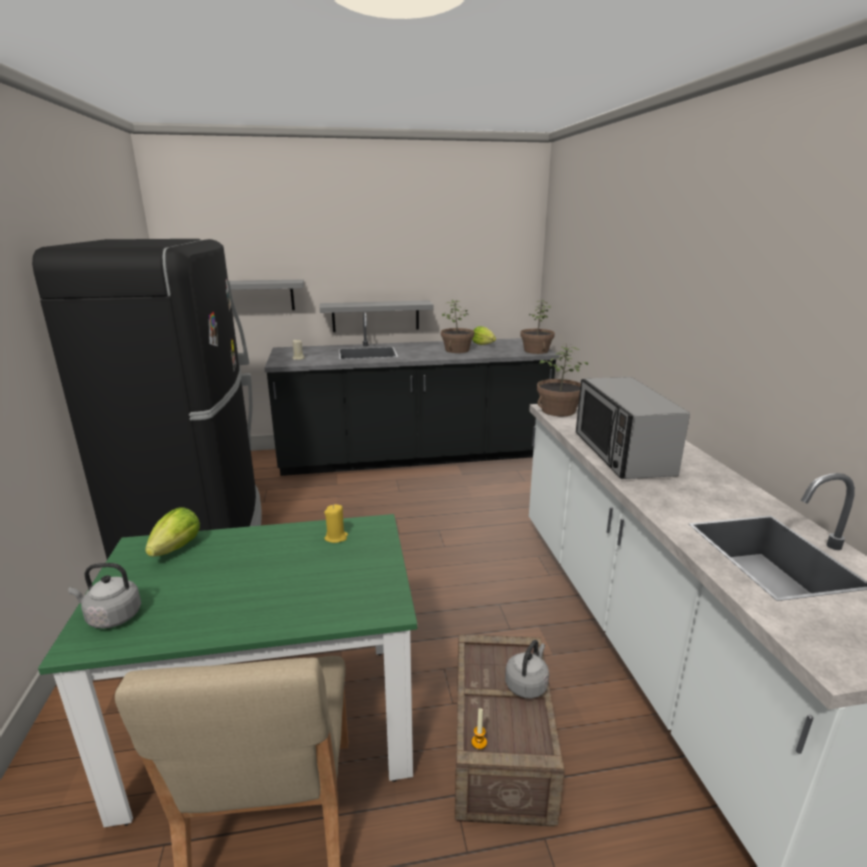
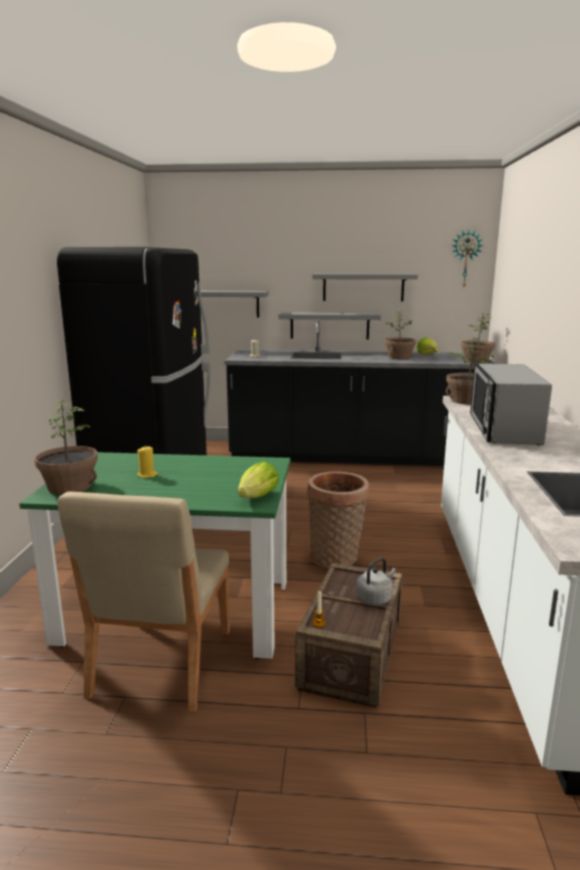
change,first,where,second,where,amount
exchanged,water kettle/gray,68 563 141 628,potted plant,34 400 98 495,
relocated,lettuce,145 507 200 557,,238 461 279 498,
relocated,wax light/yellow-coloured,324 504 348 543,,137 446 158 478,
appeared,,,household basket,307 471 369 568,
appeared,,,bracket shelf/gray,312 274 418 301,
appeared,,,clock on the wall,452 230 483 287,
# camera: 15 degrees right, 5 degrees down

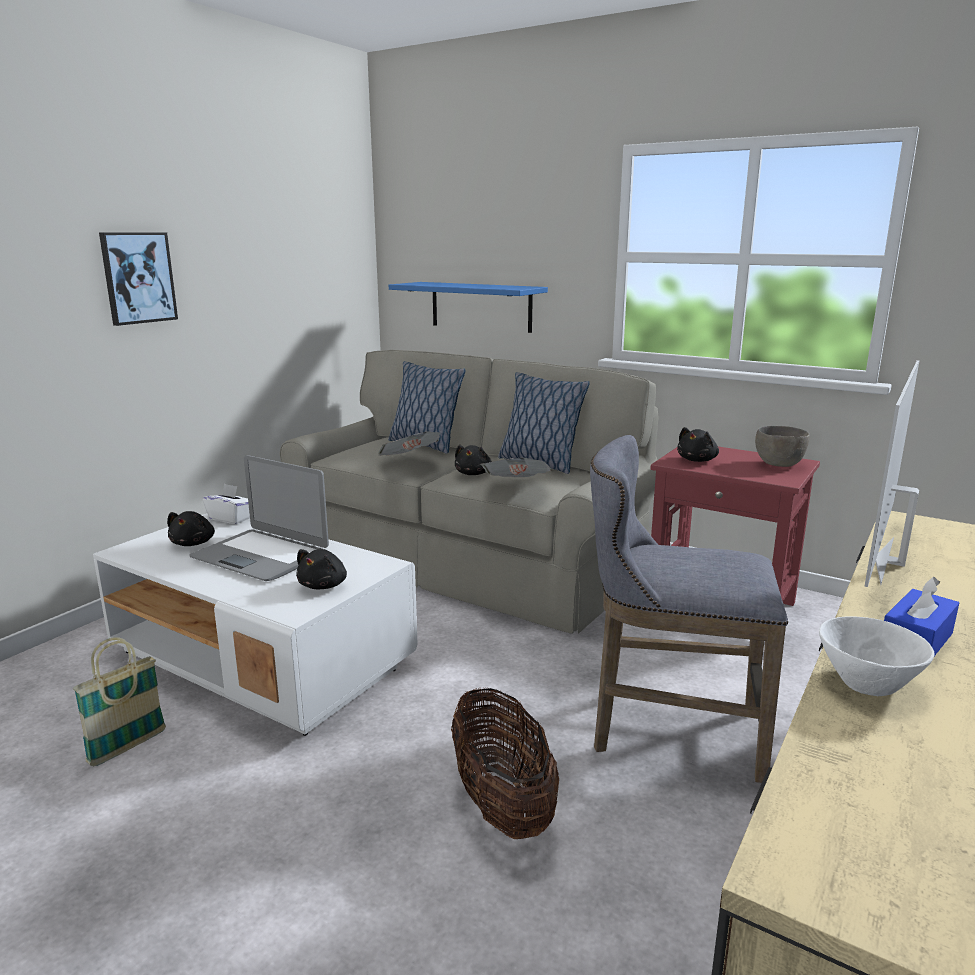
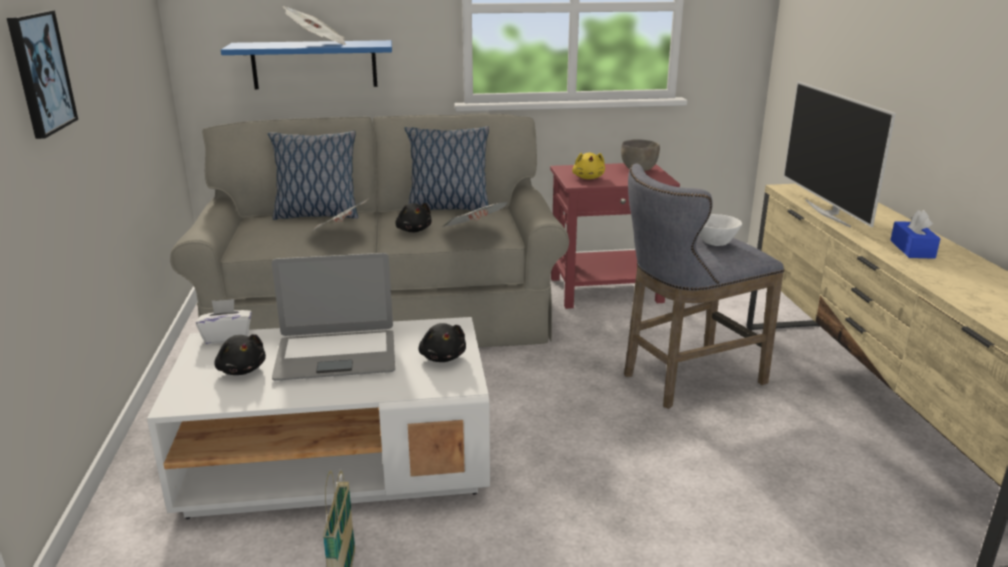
change,first,where,second,where,amount
missing,household basket,451 688 559 839,,,
colour,plush toy/black-coloured,677 427 719 462,plush toy/yellow-coloured,572 153 605 179,
relocated,deep dish/whitish,819 616 934 696,,699 214 742 246,
appeared,,,printed paper,282 6 346 45,
# camera: 40 degrees left, 5 degrees up

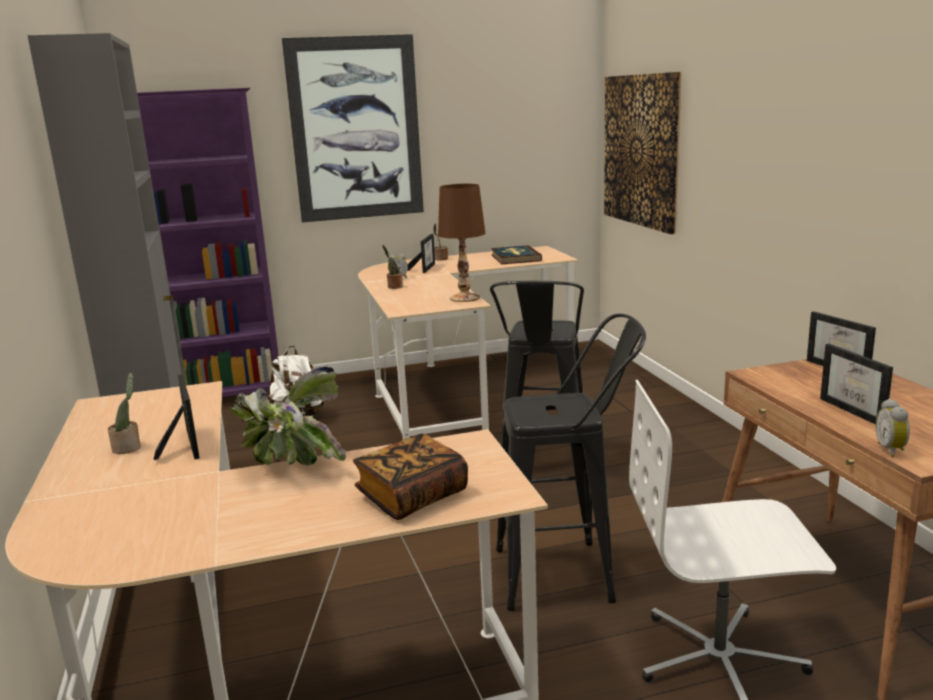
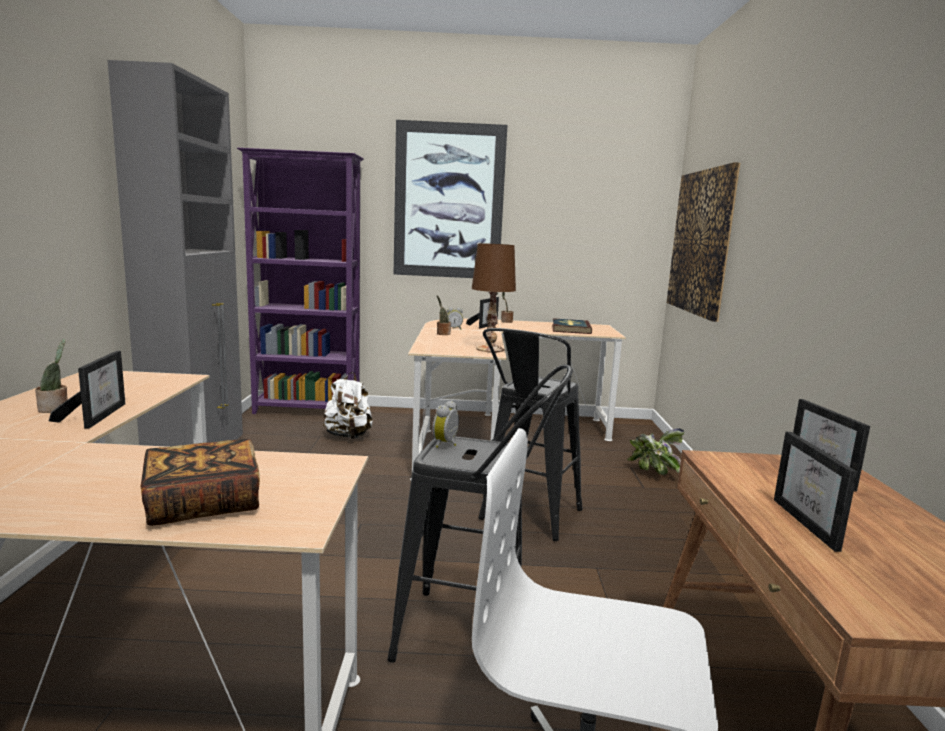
change,first,where,second,where,amount
relocated,potted plant,229 366 346 465,,627 428 685 475,
relocated,alarm clock,875 398 910 457,,433 401 459 448,
# camera: 15 degrees right, 5 degrees down

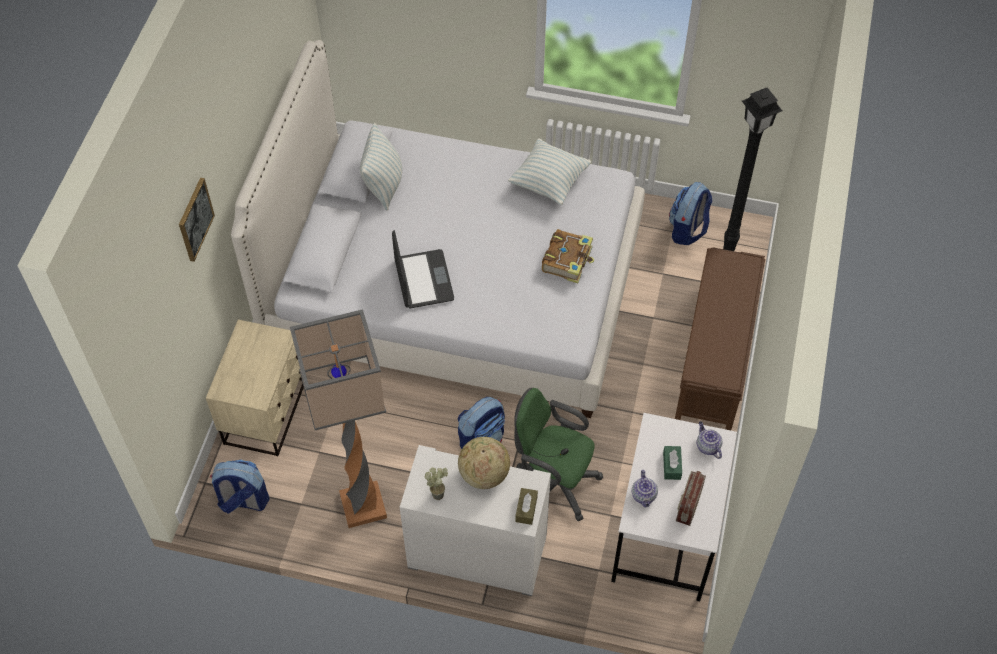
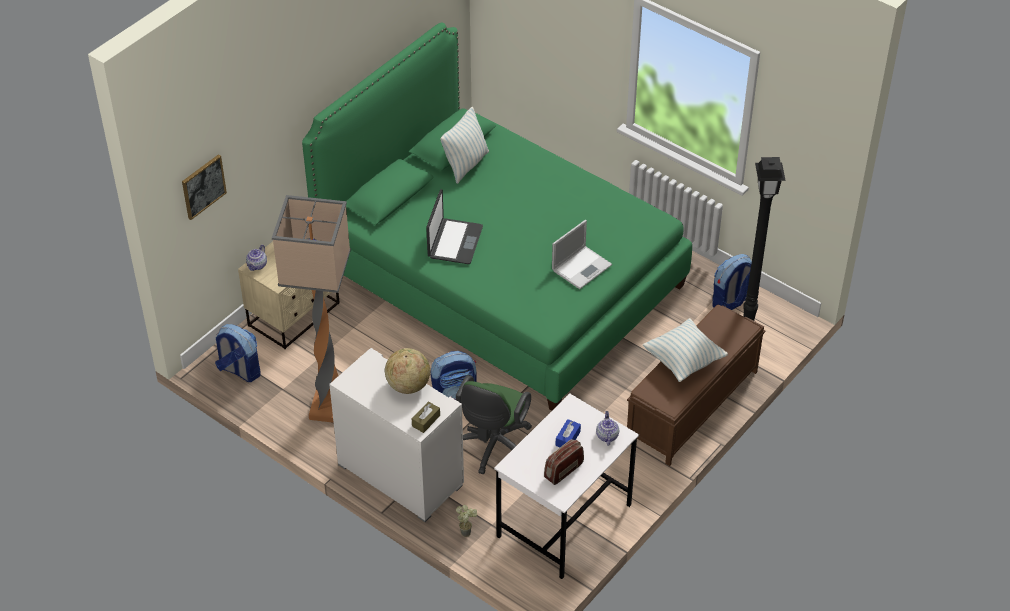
change,first,where,second,where,amount
relocated,wall art,179 178 215 262,,182 154 227 220,
colour,bedroom bed/whitish,231 40 645 418,bedroom bed/green,302 22 692 411,
relocated,potted plant,424 467 448 500,,456 505 477 537,
relocated,throw pillow,508 138 591 205,,643 318 728 382,
spun,office chair/green,514 388 603 521,,456 375 532 474,120 degrees counterclockwise
exchanged,bound book,542 229 594 283,portable computer,552 220 612 289,
relocated,tea pot,632 470 658 507,,246 245 267 271,
colour,tissue holder/green,663 446 682 480,tissue holder/blue,556 419 581 447,
# camera: 25 degrees right, 10 degrees down

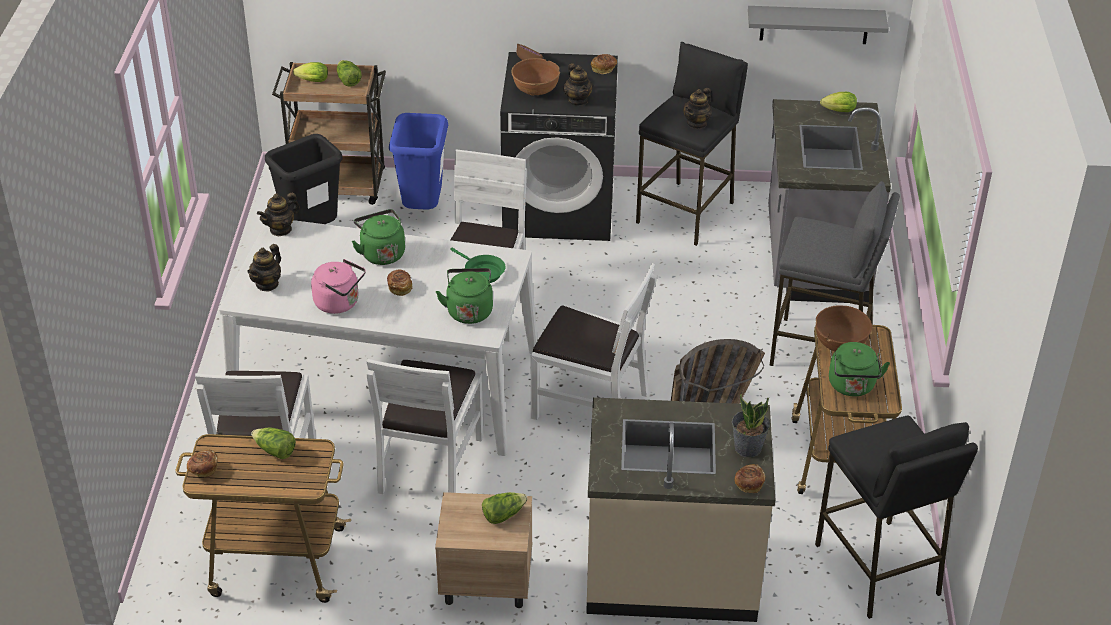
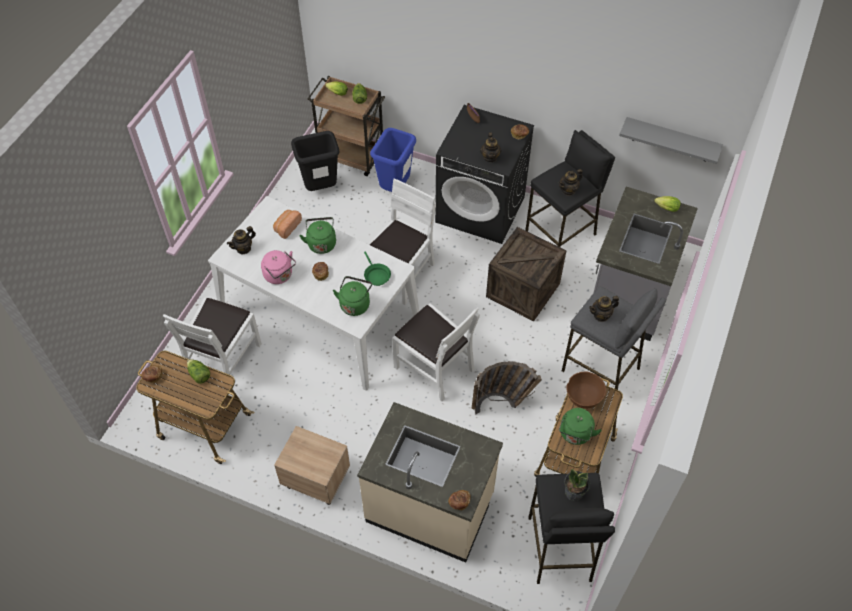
change,first,where,second,where,amount
relocated,tea pot,257 193 300 236,,589 296 619 322,
missing,plain chair/whitish,367 359 483 494,,,
missing,lettuce,482 492 528 524,,,
missing,deep dish/brownish,511 58 560 96,,,
relocated,potted plant,732 392 770 457,,564 469 590 501,
appeared,,,bakery bread,273 210 302 239,
appeared,,,shipping crate,486 227 567 321,
# camera: 20 degrees right, 15 degrees up

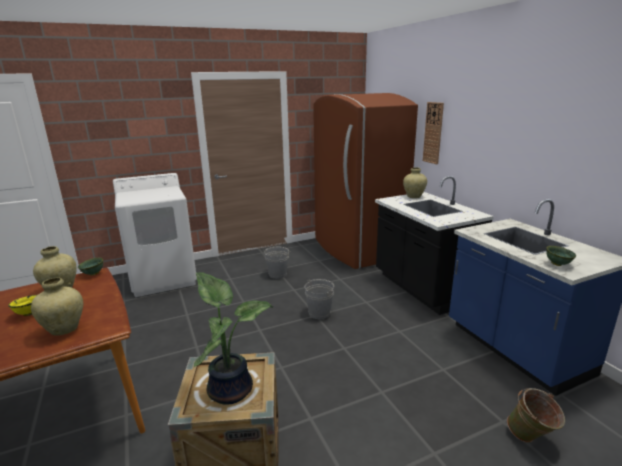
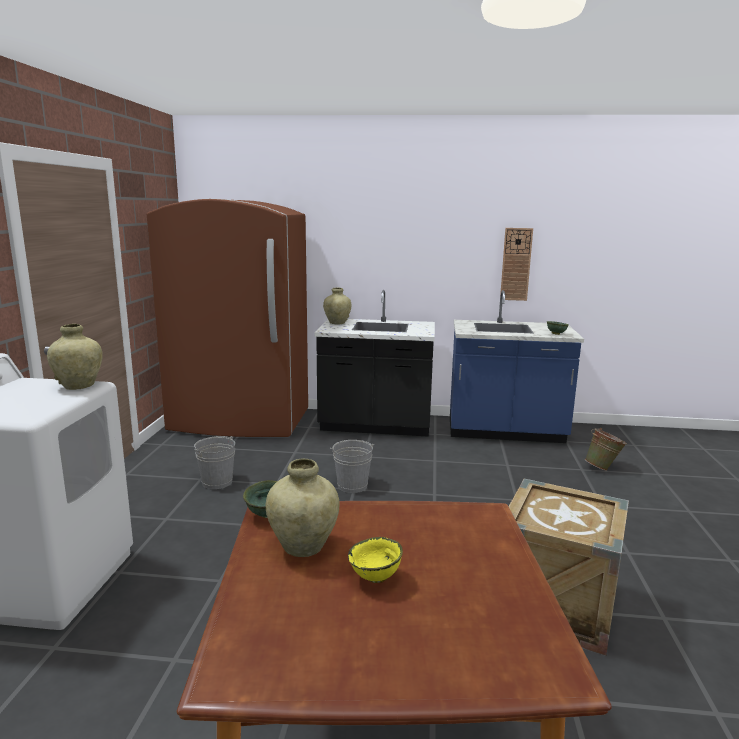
change,first,where,second,where,amount
relocated,flower vase/sand-coloured,31 277 83 336,,47 324 103 390,
missing,potted plant,194 272 273 405,,,
relocated,clock on the wall,423 102 444 164,,500 228 533 301,
# camera: 60 degrees left, 5 degrees down

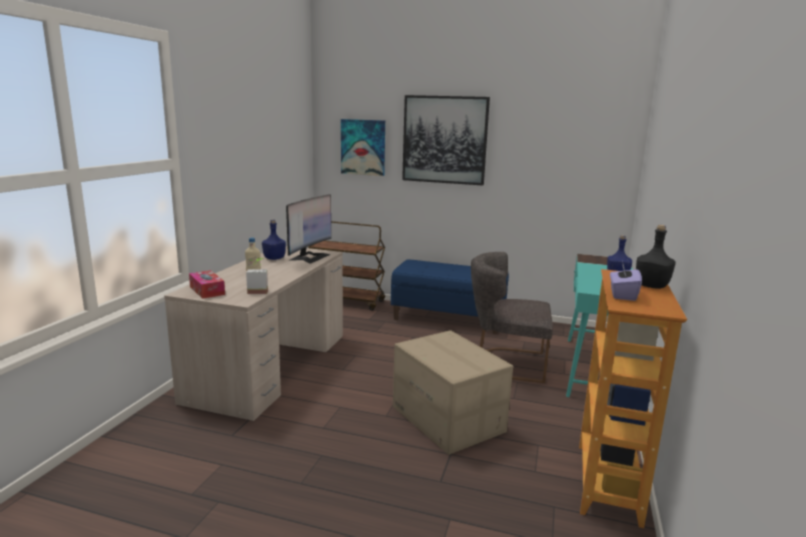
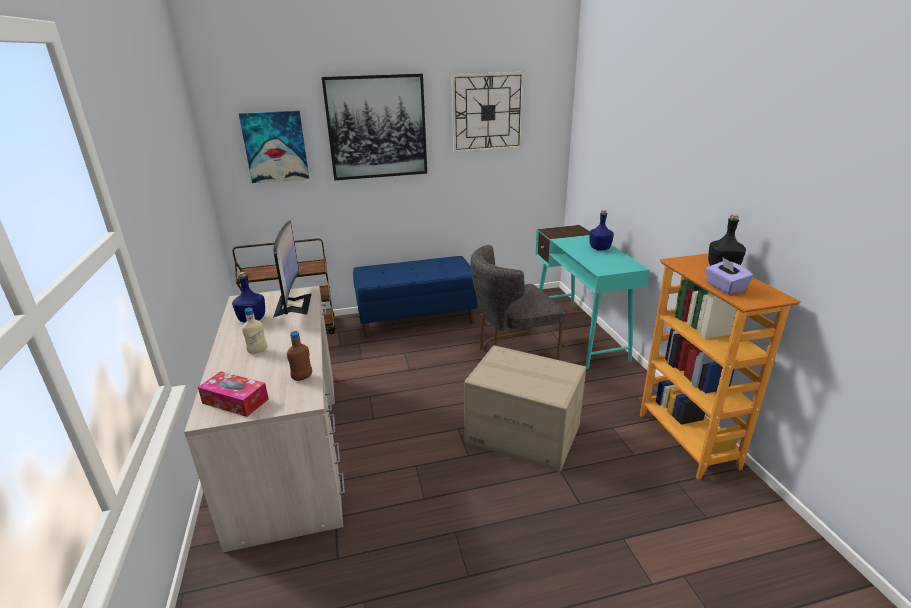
change,first,where,second,where,amount
exchanged,potted plant,246 258 268 294,beverage bottle/brownish,287 331 312 381,
appeared,,,clock on the wall,451 72 525 153,
# camera: 30 degrees left, 10 degrees up

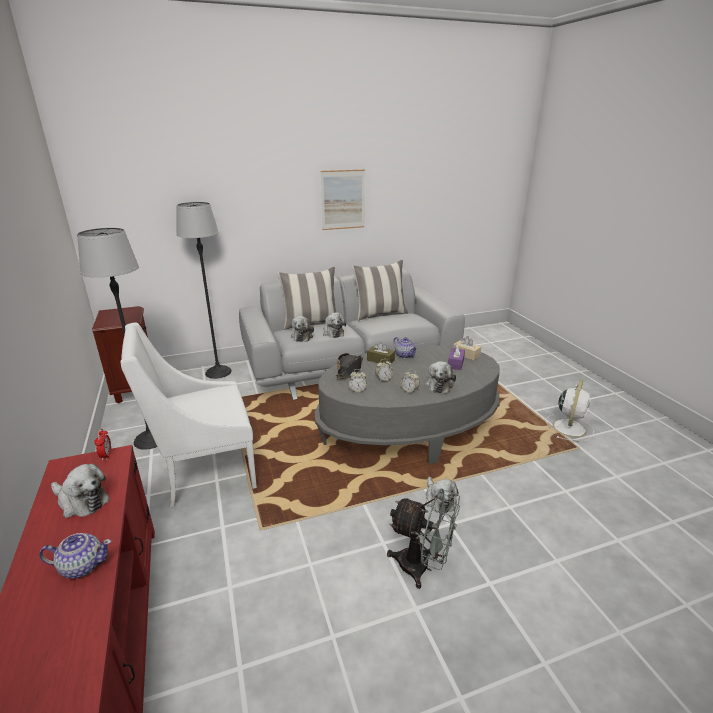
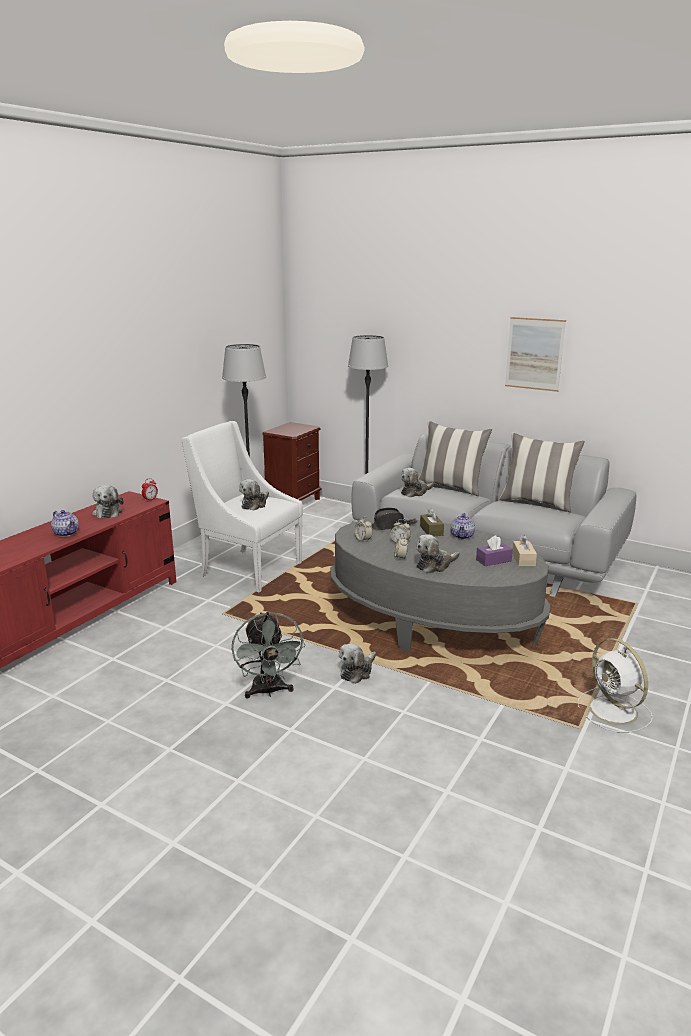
change,first,where,second,where,amount
relocated,plush toy,323 313 346 338,,239 479 269 510,
spun,electric fan/whitish,546 380 594 442,,578 638 653 733,75 degrees clockwise
# camera: 50 degrees right, 5 degrees down

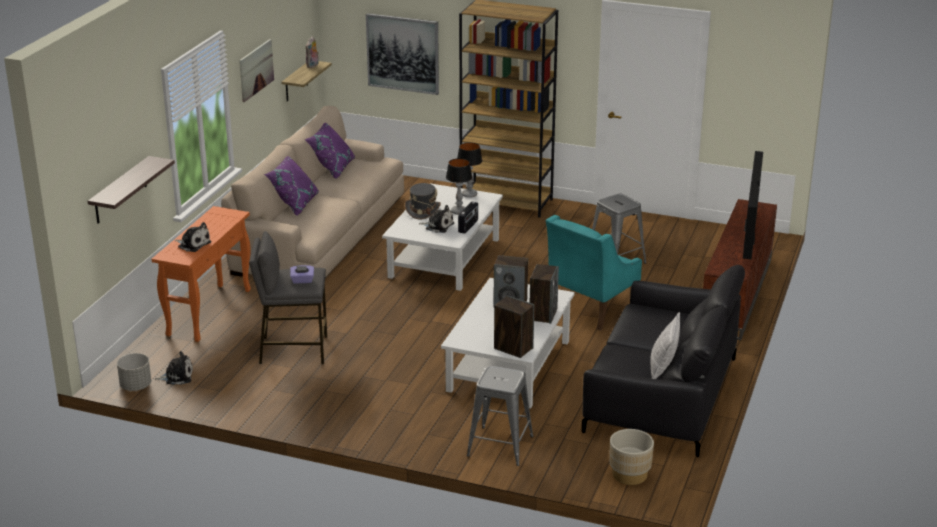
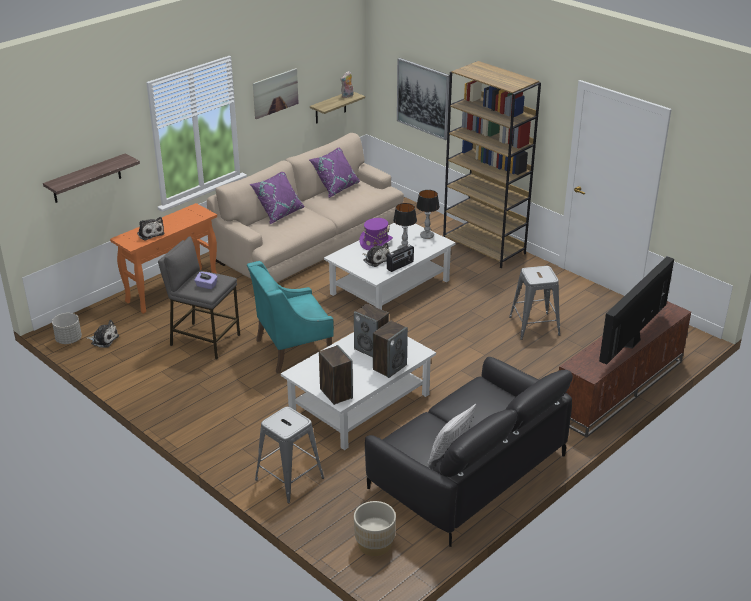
change,first,where,second,where,amount
colour,hat/gray,405 183 441 219,hat/purple-coloured,359 218 393 250,
relocated,armchair/turquoise,546 215 642 331,,247 261 334 374,
# camera: 25 degrees right, 5 degrees up

